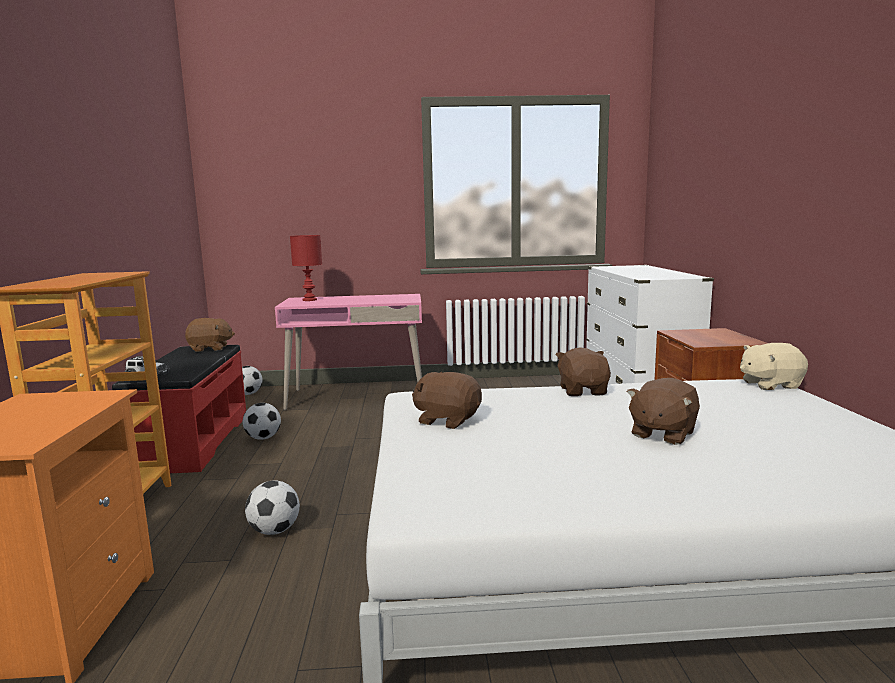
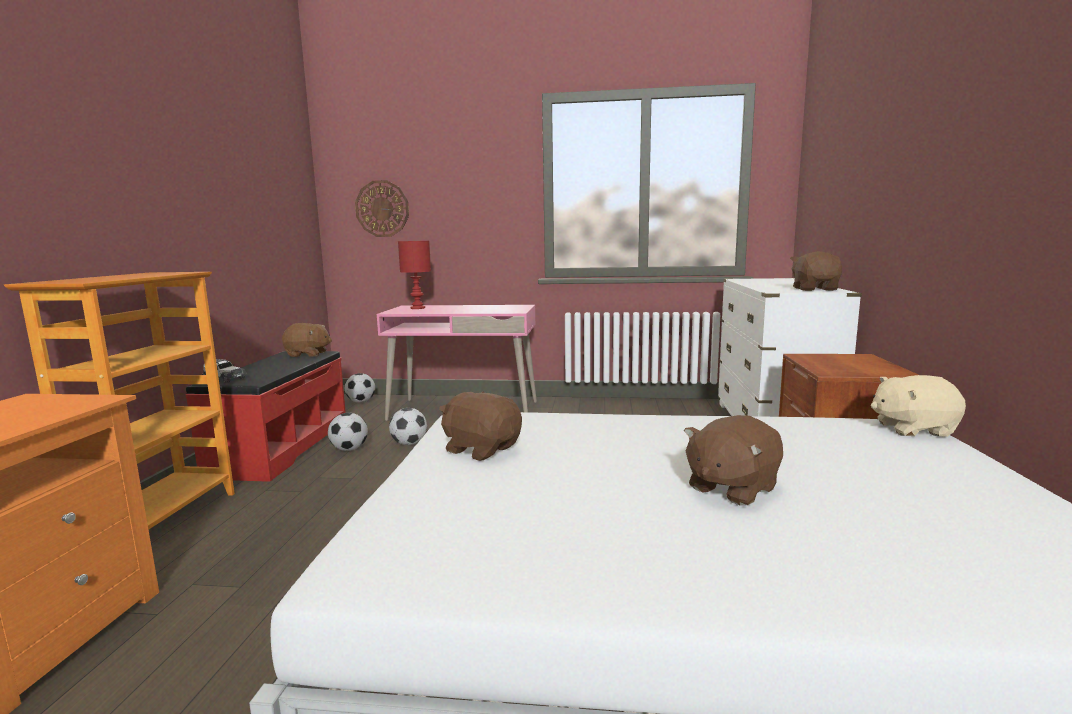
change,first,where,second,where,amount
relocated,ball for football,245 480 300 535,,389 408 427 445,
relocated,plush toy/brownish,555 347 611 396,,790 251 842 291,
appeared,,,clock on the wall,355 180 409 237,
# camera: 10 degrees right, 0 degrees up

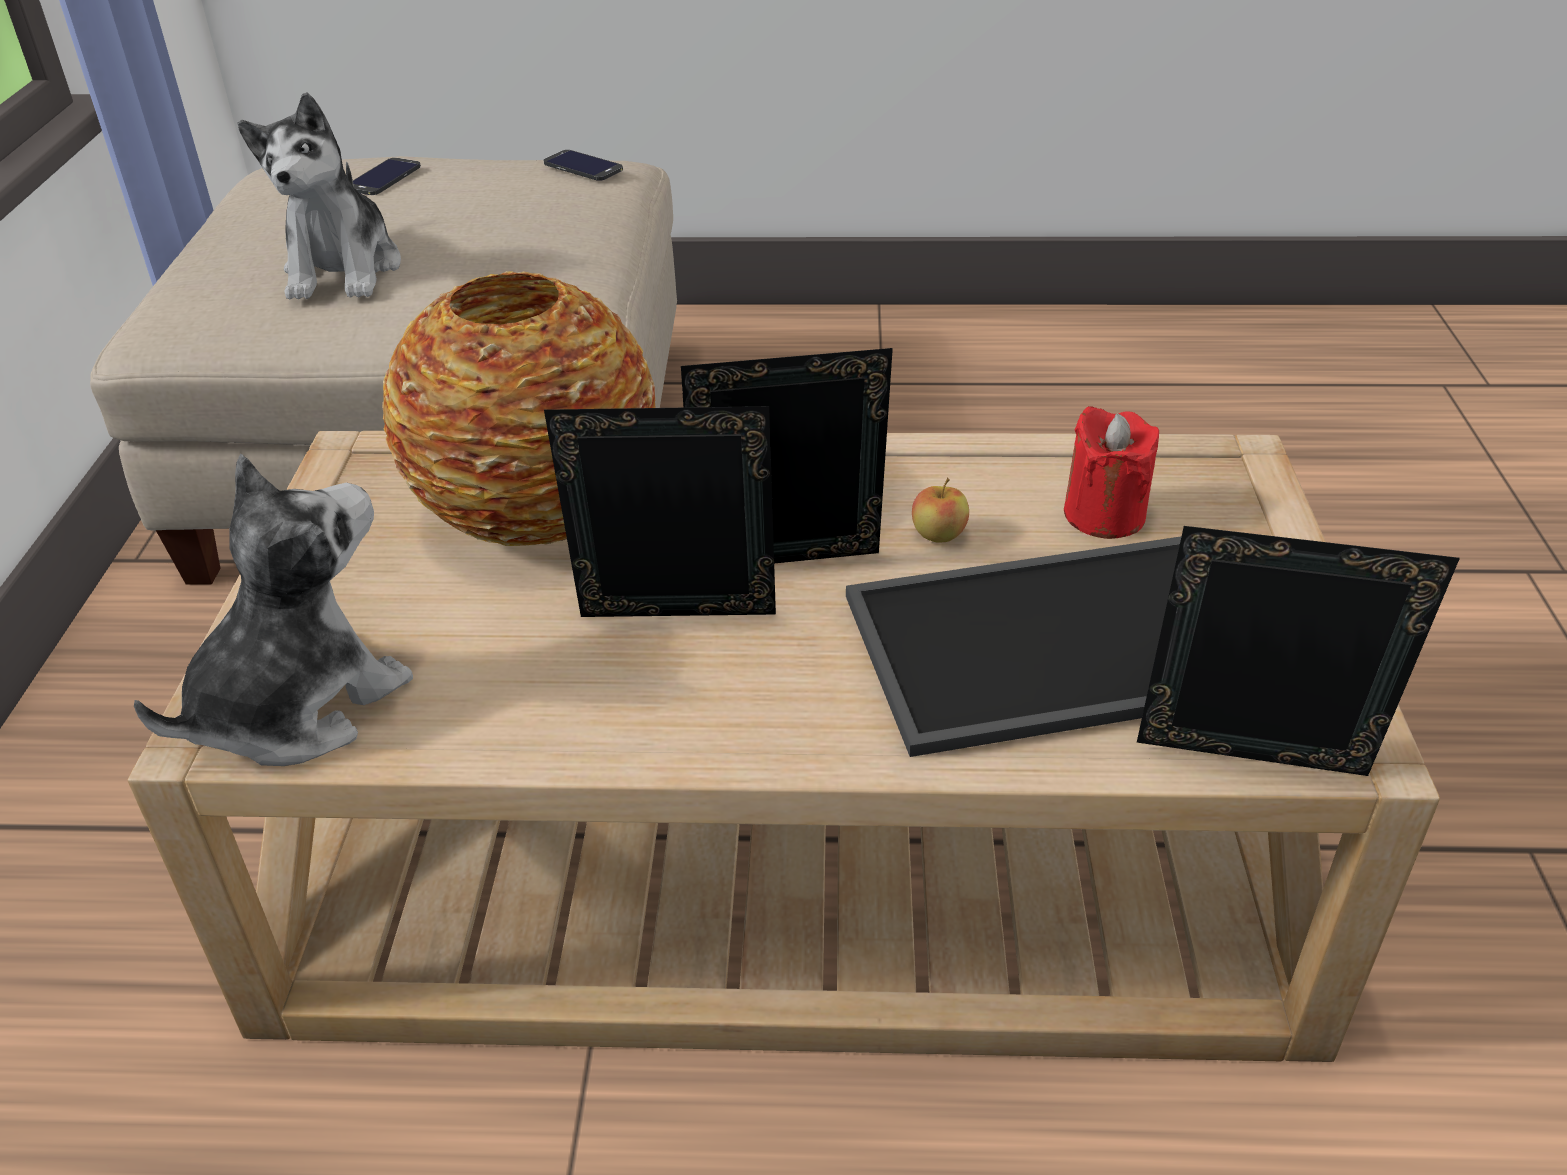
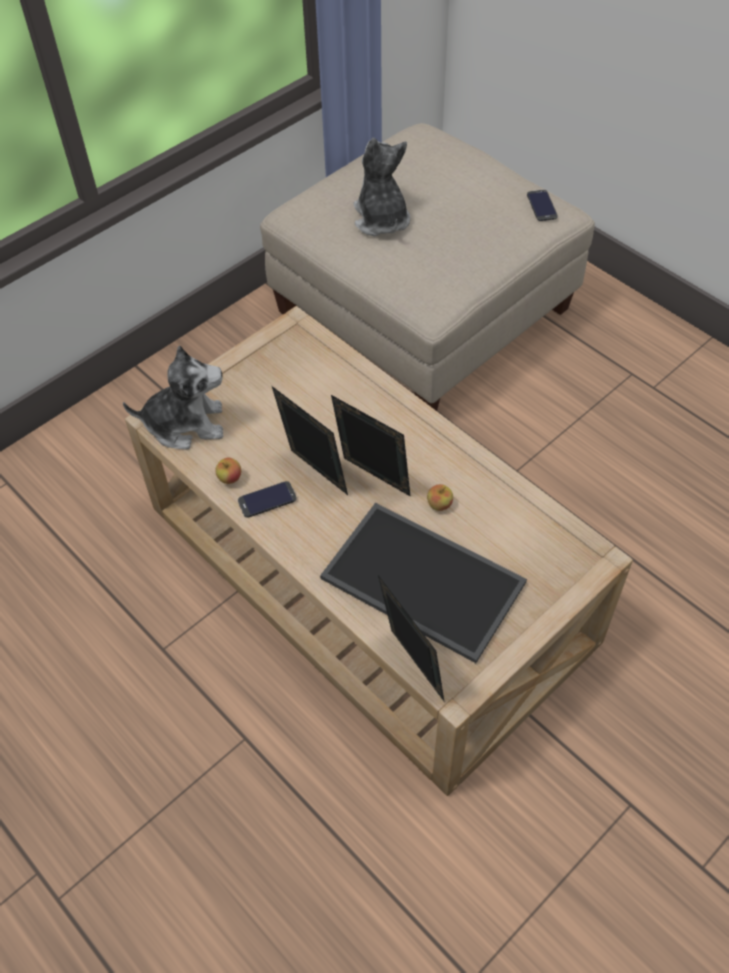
change,first,where,second,where,amount
spun,plush toy,237 92 401 300,,353 138 410 236,120 degrees clockwise
relocated,handset,353 158 421 195,,238 481 297 518,
missing,flower vase,382 271 656 546,,,
missing,wax light/reddish,1064 406 1159 539,,,
appeared,,,apple,215 458 241 484,
# camera: 45 degrees right, 15 degrees up

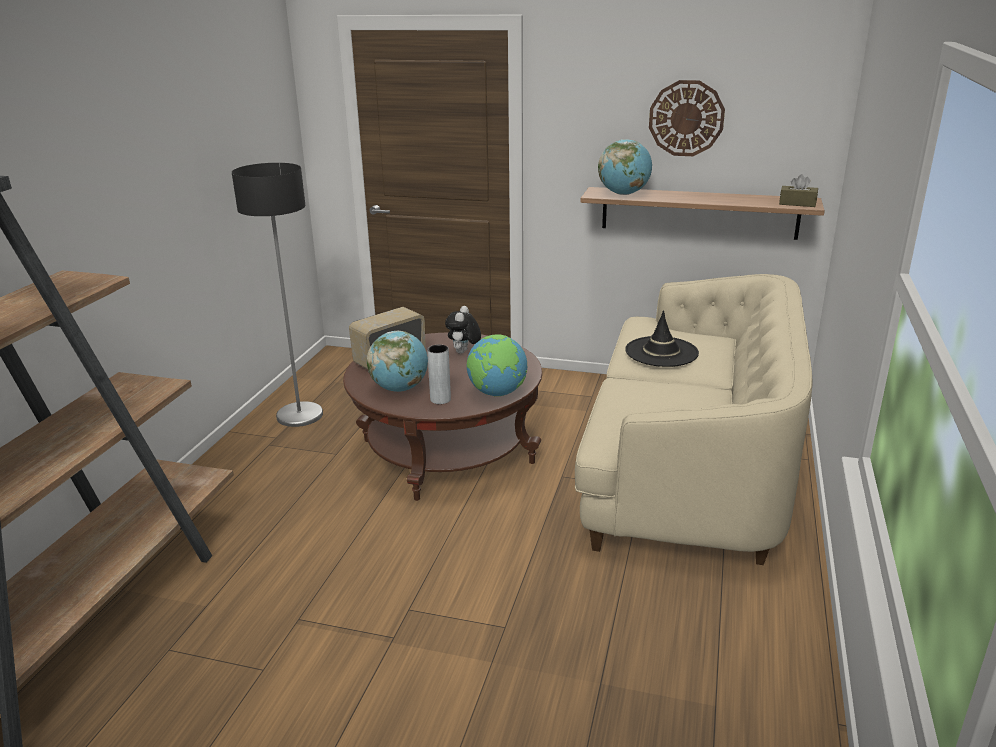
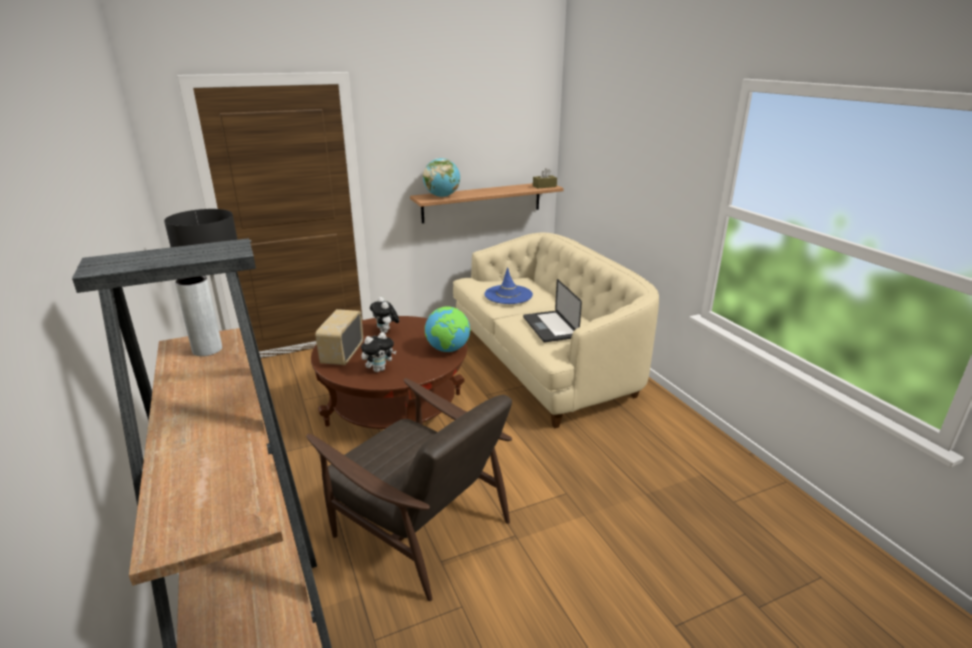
change,first,where,second,where,amount
exchanged,world globe,367 331 428 392,plush toy,361 332 396 372,
relocated,flower vase/gray,427 345 451 404,,175 276 222 356,
colour,hat/black-coloured,625 310 699 367,hat/blue,484 267 533 304,
missing,clock on the wall,649 80 725 156,,,
appeared,,,armchair/brownish,306 378 512 601,
appeared,,,portable computer,523 279 582 342,
# camera: 40 degrees left, 0 degrees up

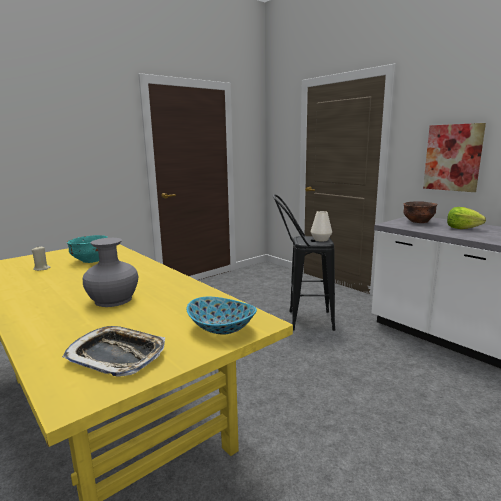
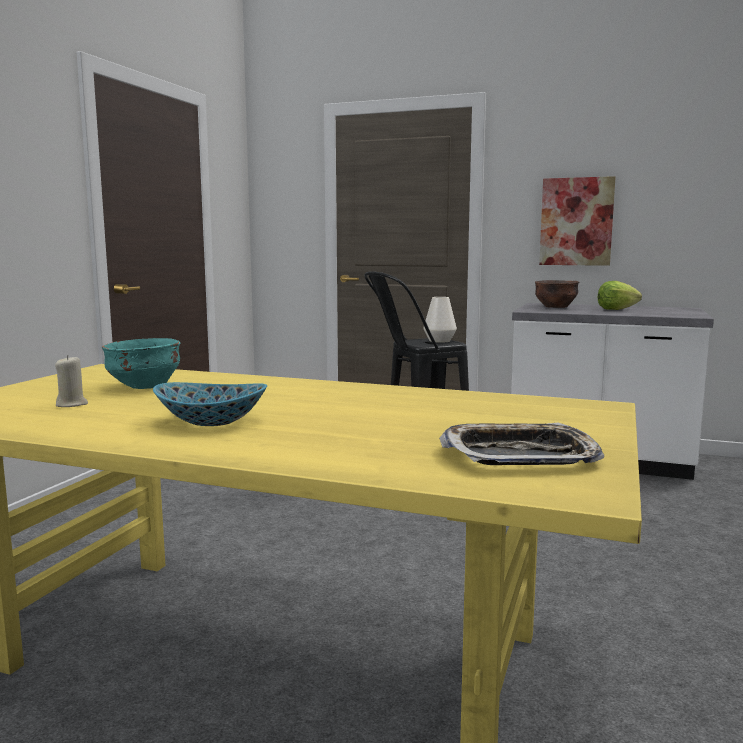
change,first,where,second,where,amount
missing,flower vase/gray,83 238 138 307,,,
relocated,deep dish,187 297 257 335,,153 382 267 426,
# camera: 30 degrees left, 5 degrees down

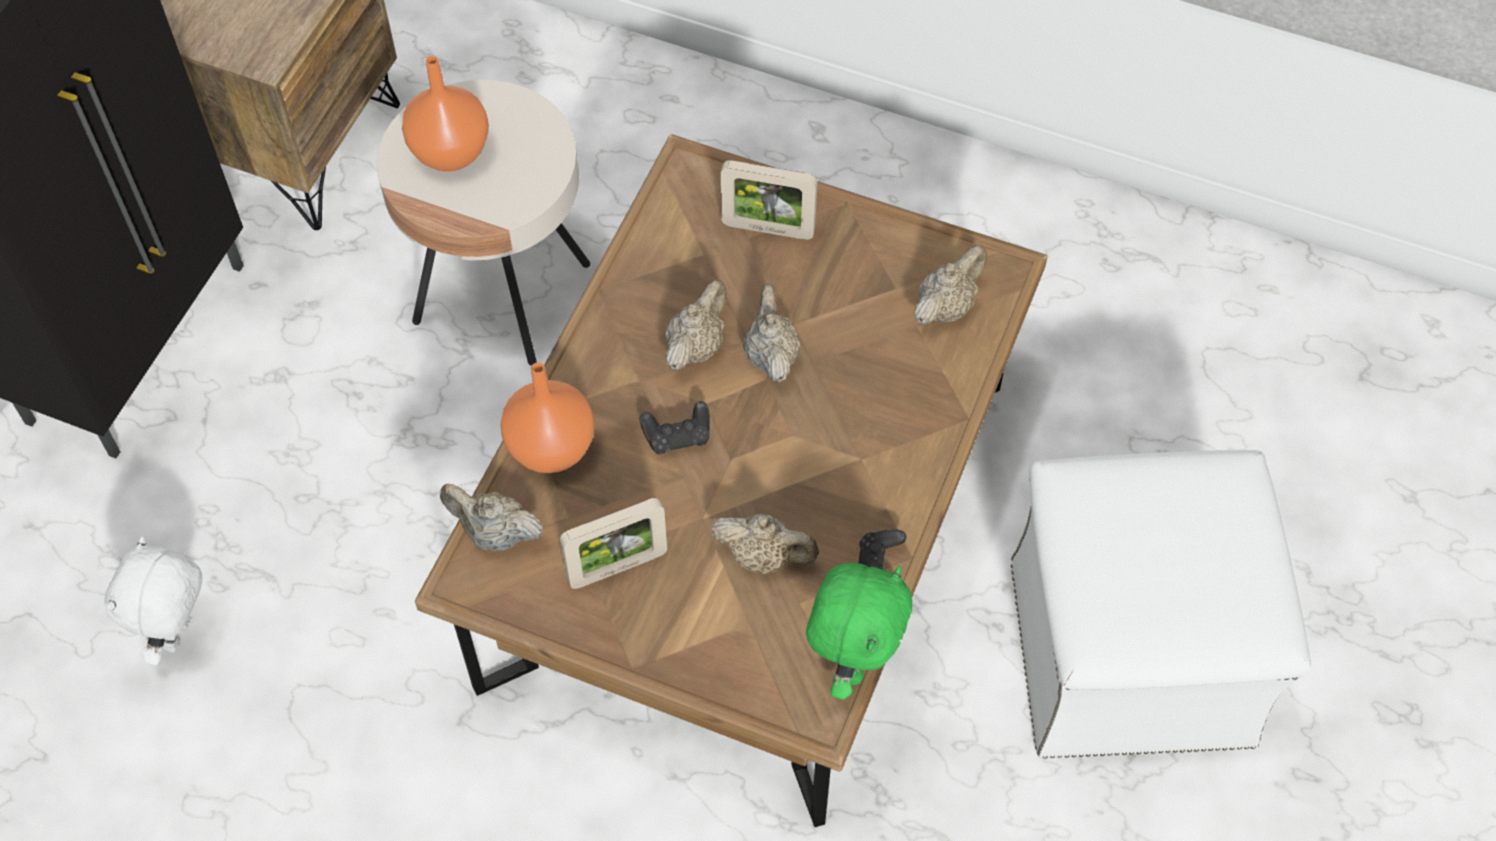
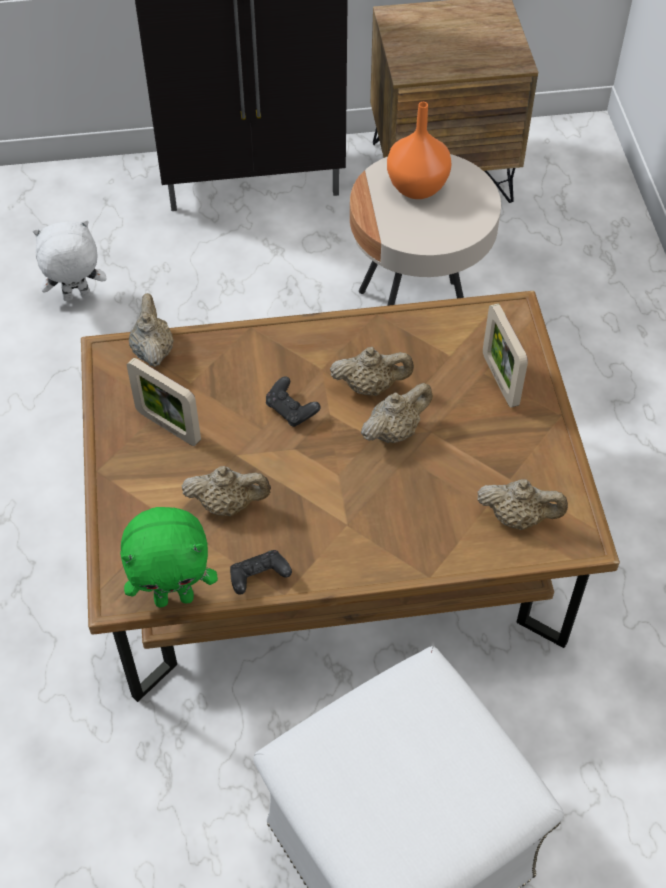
change,first,where,second,where,amount
missing,flower vase/orangey,500 362 595 473,,,
spun,tea pot/sand-coloured,711 514 819 575,,181 466 271 516,75 degrees counterclockwise
# camera: 60 degrees right, 5 degrees down

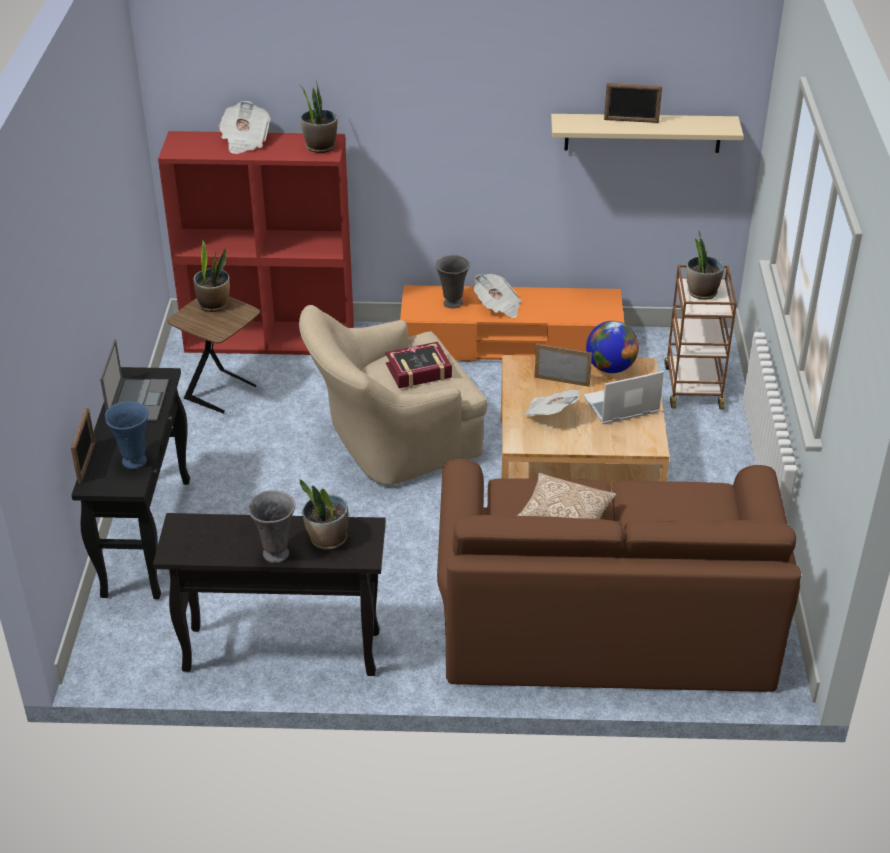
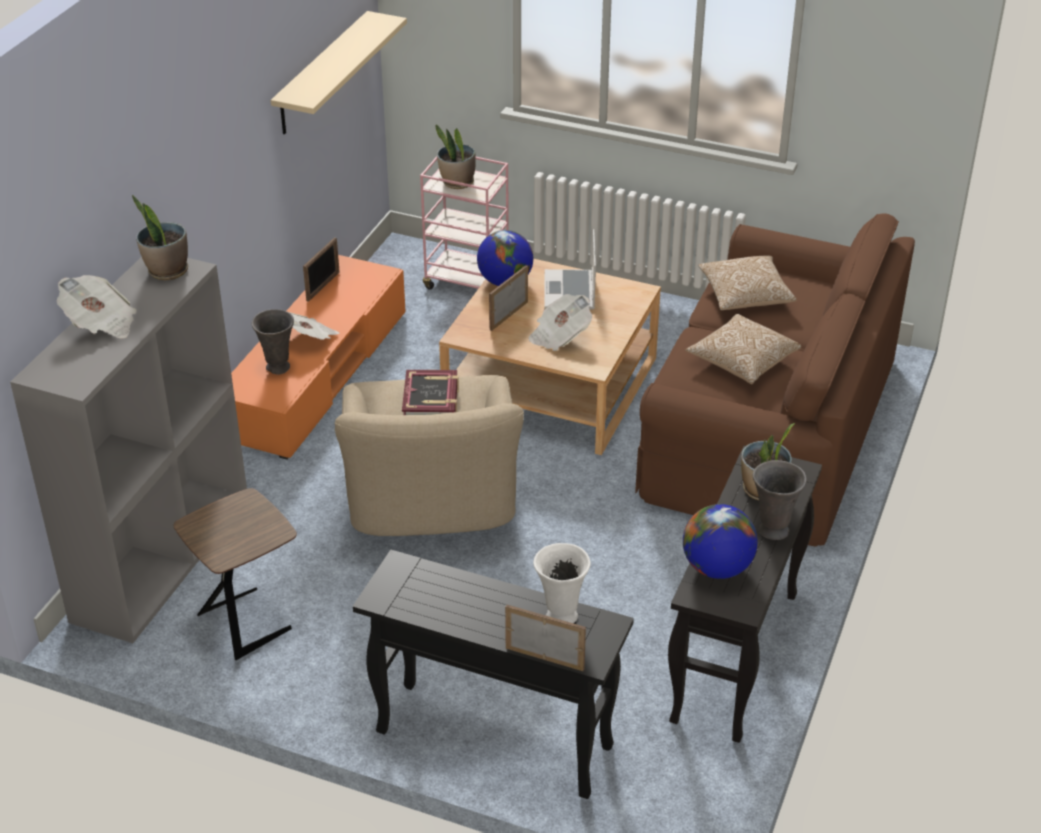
change,first,where,second,where,amount
missing,portable computer,100 339 169 421,,,
colour,flower vase/blue,105 402 149 469,flower vase/whitish,533 543 591 623,
colour,bookcase/reddish,158 131 354 355,bookcase/gray,10 257 247 643,
missing,potted plant,193 240 230 312,,,
relocated,photo frame,604 83 662 123,,303 237 340 302,
colour,trolley/brownish,664 265 737 409,trolley/pink-coloured,420 156 509 290,
appeared,,,world globe,683 504 758 579,
appeared,,,throw pillow,698 256 797 310,
# camera: 70 degrees left, 0 degrees up

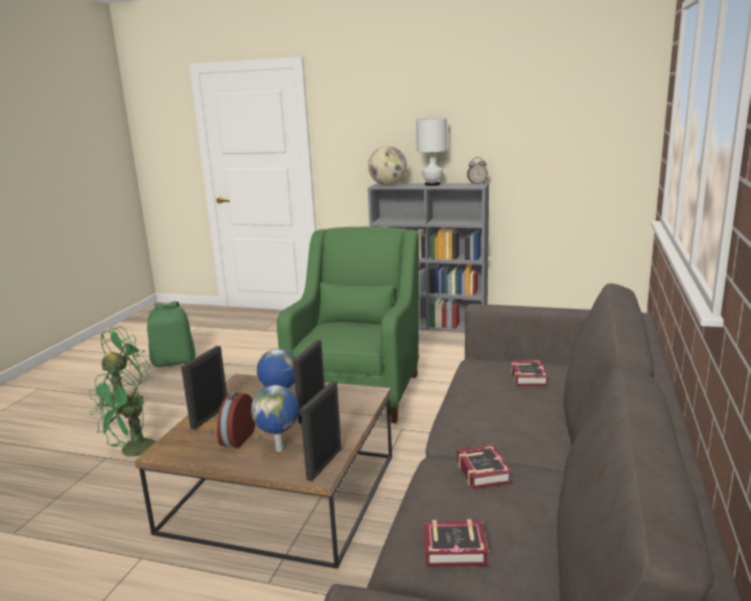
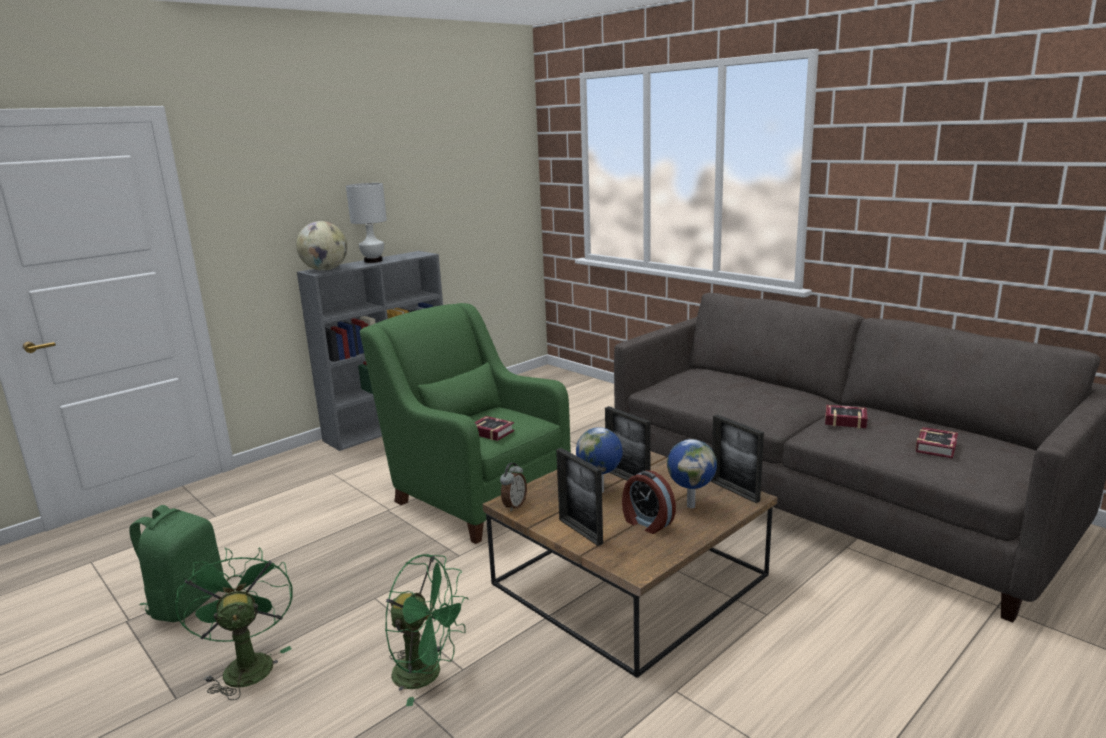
change,first,where,second,where,amount
spun,electric fan/green,89 370 157 457,,385 554 468 706,45 degrees counterclockwise
relocated,alarm clock,467 157 488 185,,500 463 527 512,
relocated,bound book,511 360 548 386,,475 416 515 441,
# camera: 60 degrees left, 0 degrees up

